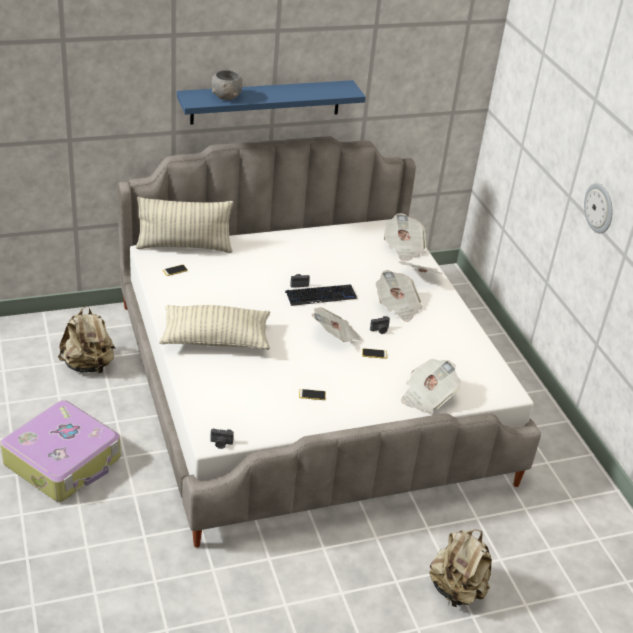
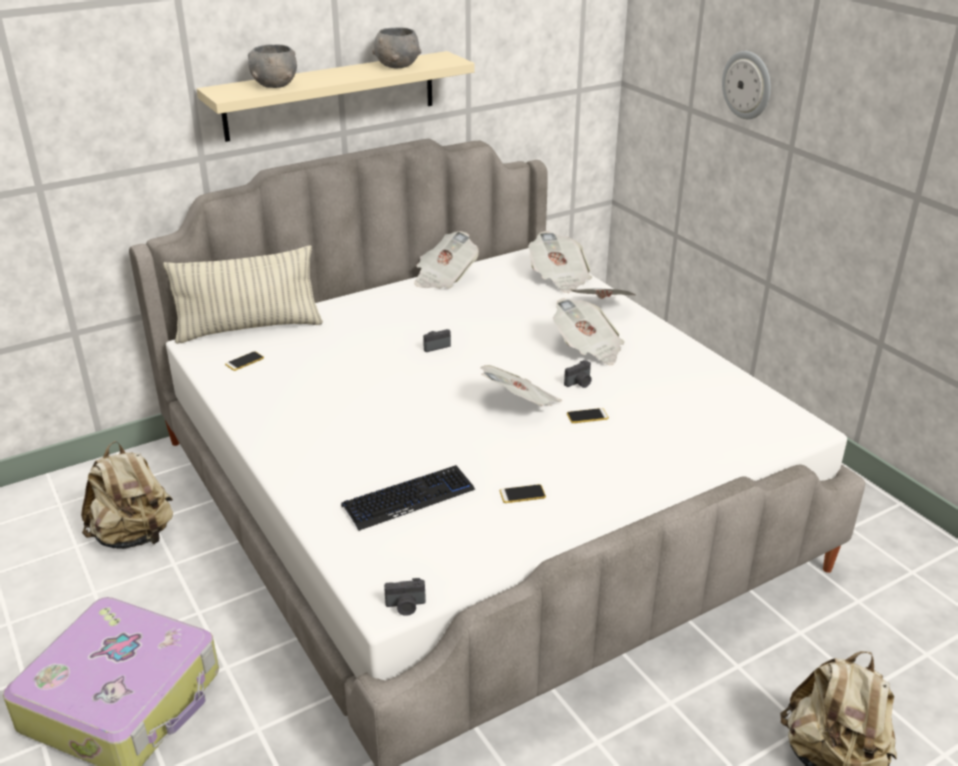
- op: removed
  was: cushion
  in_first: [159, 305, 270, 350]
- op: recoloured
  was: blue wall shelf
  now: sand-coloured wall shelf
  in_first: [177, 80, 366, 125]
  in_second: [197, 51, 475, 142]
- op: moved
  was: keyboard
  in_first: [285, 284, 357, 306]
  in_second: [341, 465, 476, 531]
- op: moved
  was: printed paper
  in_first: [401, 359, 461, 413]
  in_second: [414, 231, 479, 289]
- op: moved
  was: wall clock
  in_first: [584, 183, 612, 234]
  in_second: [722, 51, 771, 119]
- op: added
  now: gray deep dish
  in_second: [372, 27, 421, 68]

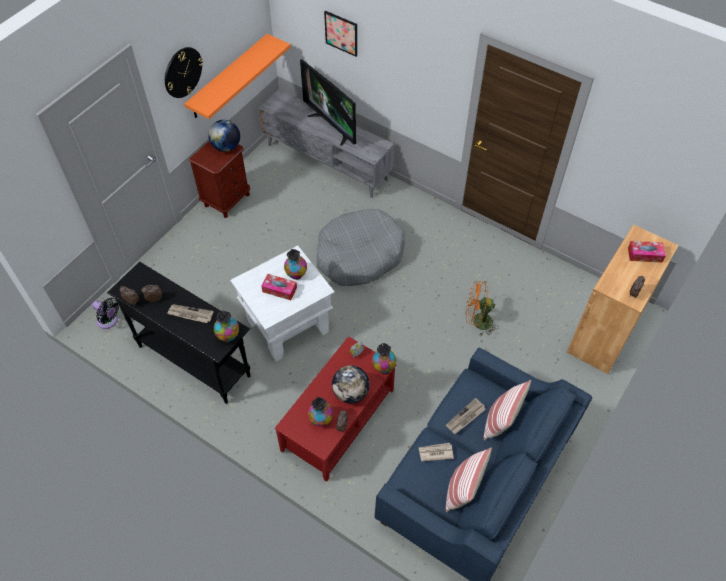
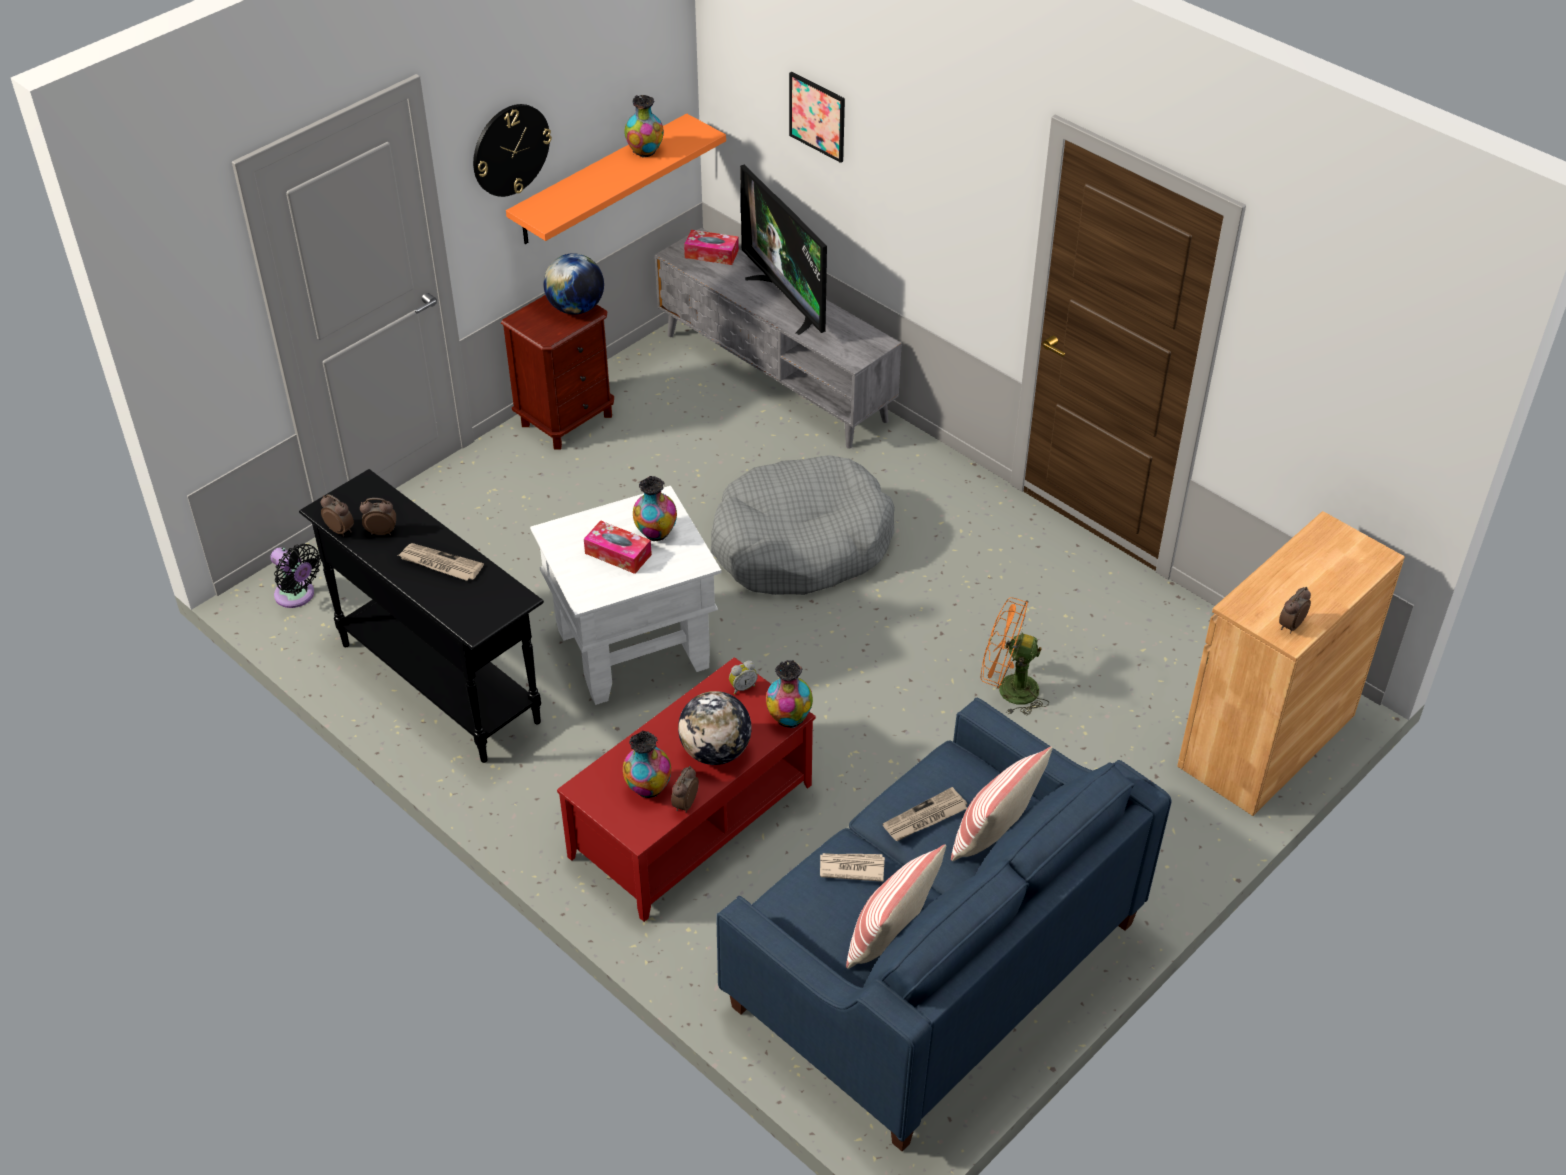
- op: moved
  was: vase
  in_first: [214, 311, 239, 342]
  in_second: [624, 95, 664, 157]
- op: moved
  was: tissue box
  in_first: [628, 241, 666, 263]
  in_second: [684, 230, 739, 265]

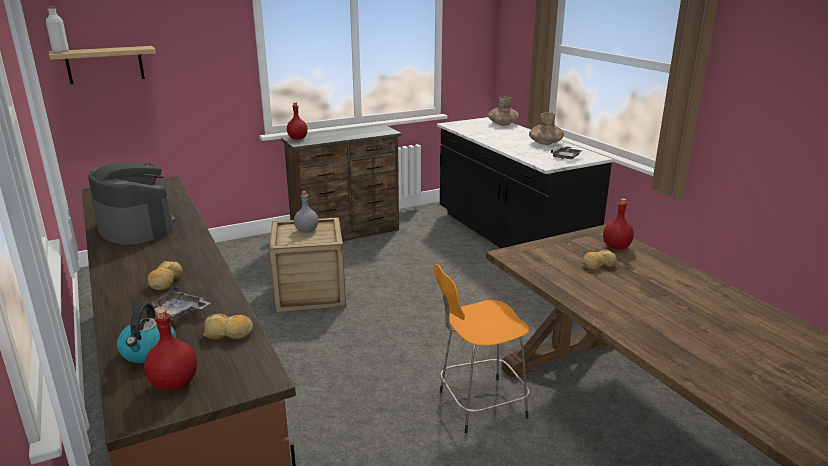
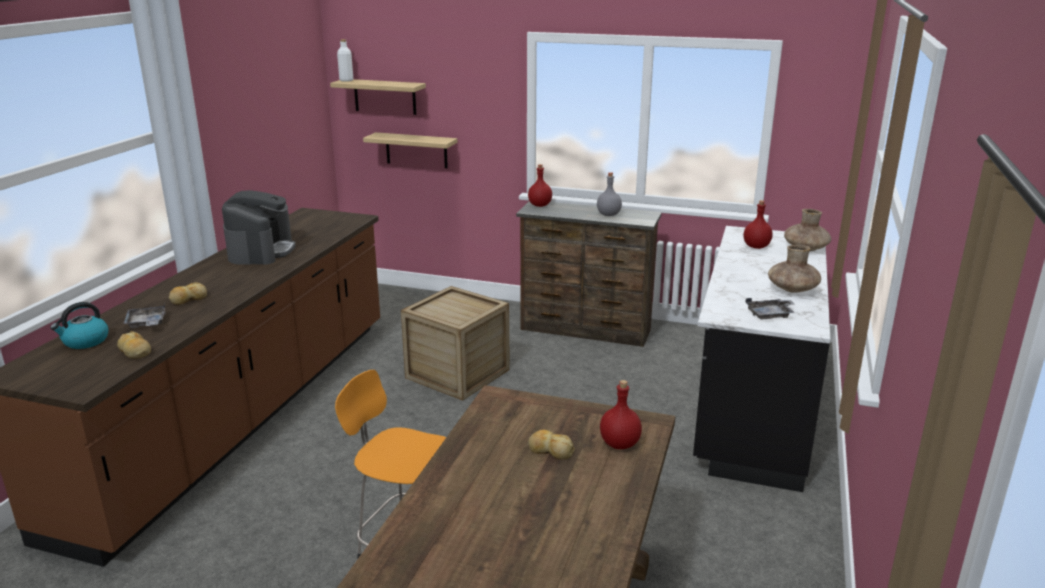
- op: moved
  was: red-coloured drink bottle
  in_first: [144, 309, 197, 391]
  in_second: [743, 200, 773, 249]
- op: moved
  was: gray drink bottle
  in_first: [294, 191, 318, 233]
  in_second: [597, 172, 622, 216]
- op: added
  now: wall shelf
  in_second: [363, 132, 457, 168]

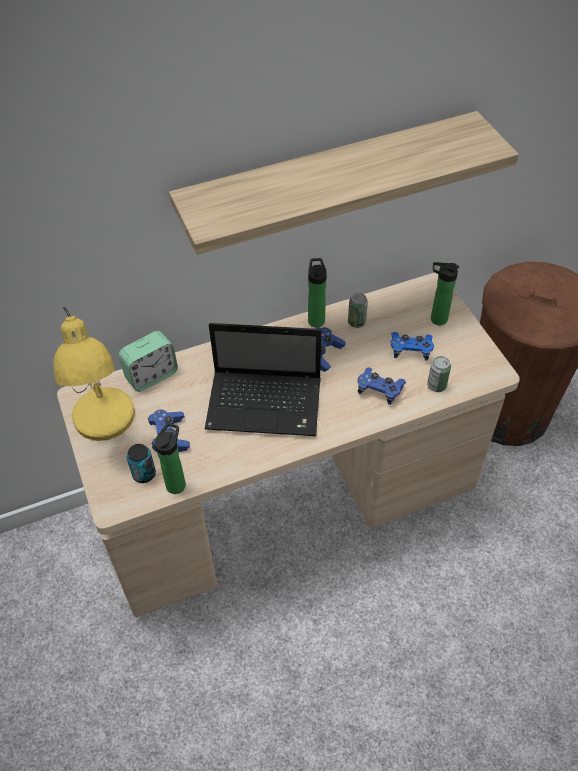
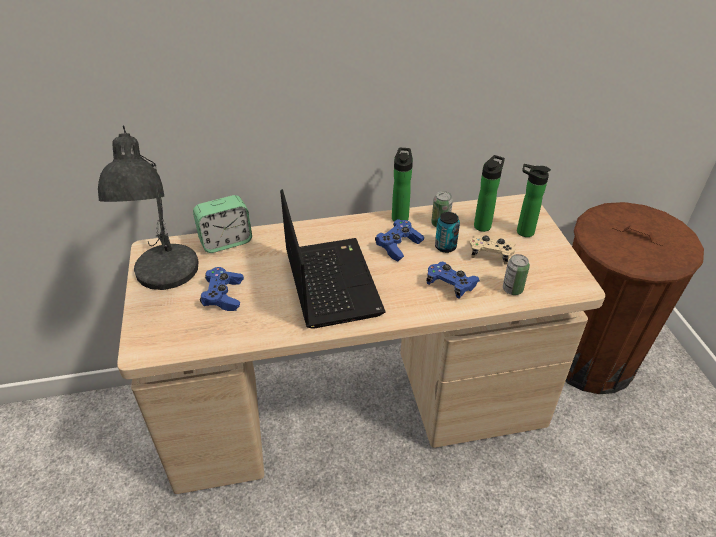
- op: recoloured
  was: yellowish table lamp
  now: gray table lamp
  in_first: [53, 307, 135, 441]
  in_second: [98, 125, 199, 290]
- op: moved
  was: sealed can
  in_first: [127, 444, 156, 483]
  in_second: [435, 212, 460, 253]
- op: moved
  was: drink bottle
  in_first: [155, 423, 186, 494]
  in_second: [474, 155, 505, 232]
- op: removed
  was: wall shelf
  in_first: [169, 111, 519, 255]
- op: turned
  was: portable computer
  in_first: [205, 323, 321, 436]
  in_second: [280, 189, 385, 329]
  clockwise: -120
- op: recoloured
  was: blue game controller
  now: sand-coloured game controller
  in_first: [390, 332, 434, 361]
  in_second: [470, 235, 515, 265]

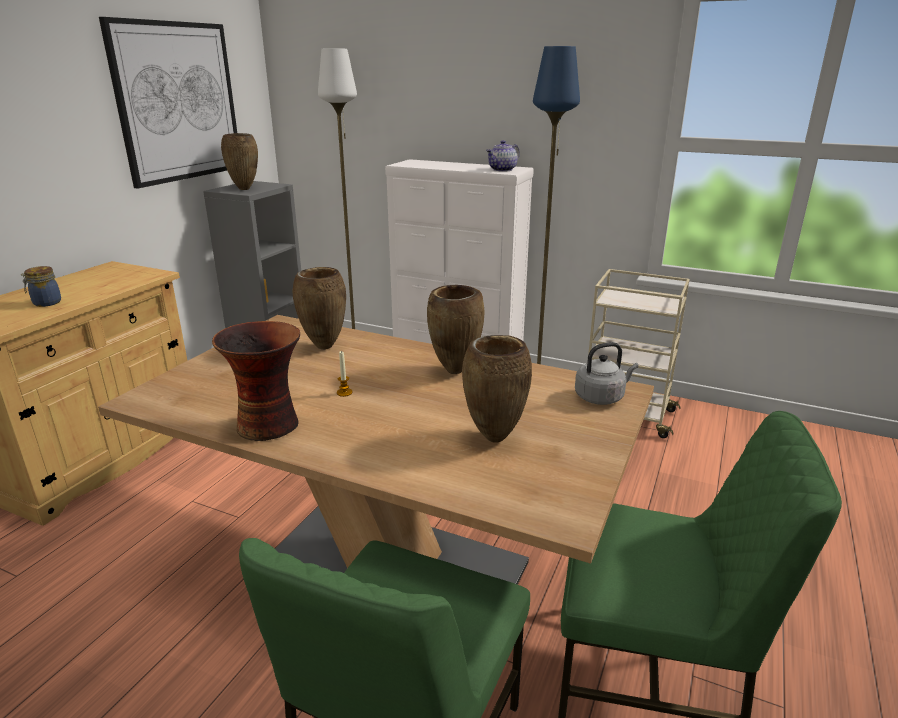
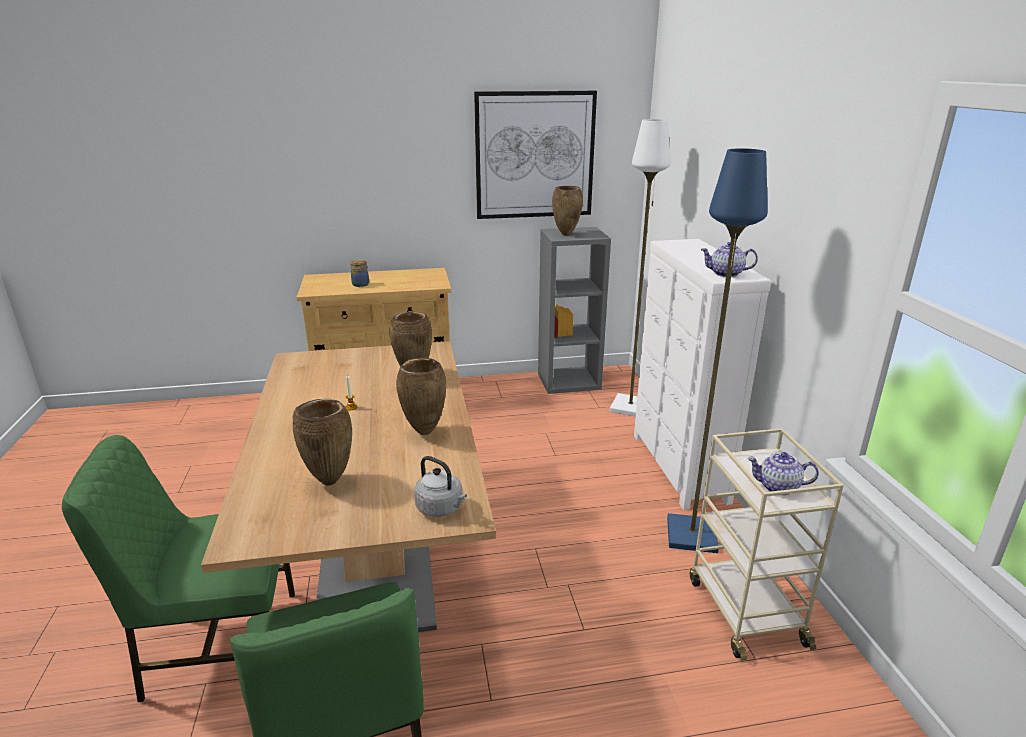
- op: removed
  was: vase
  in_first: [212, 321, 300, 441]
- op: added
  now: teapot
  in_second: [748, 452, 819, 495]

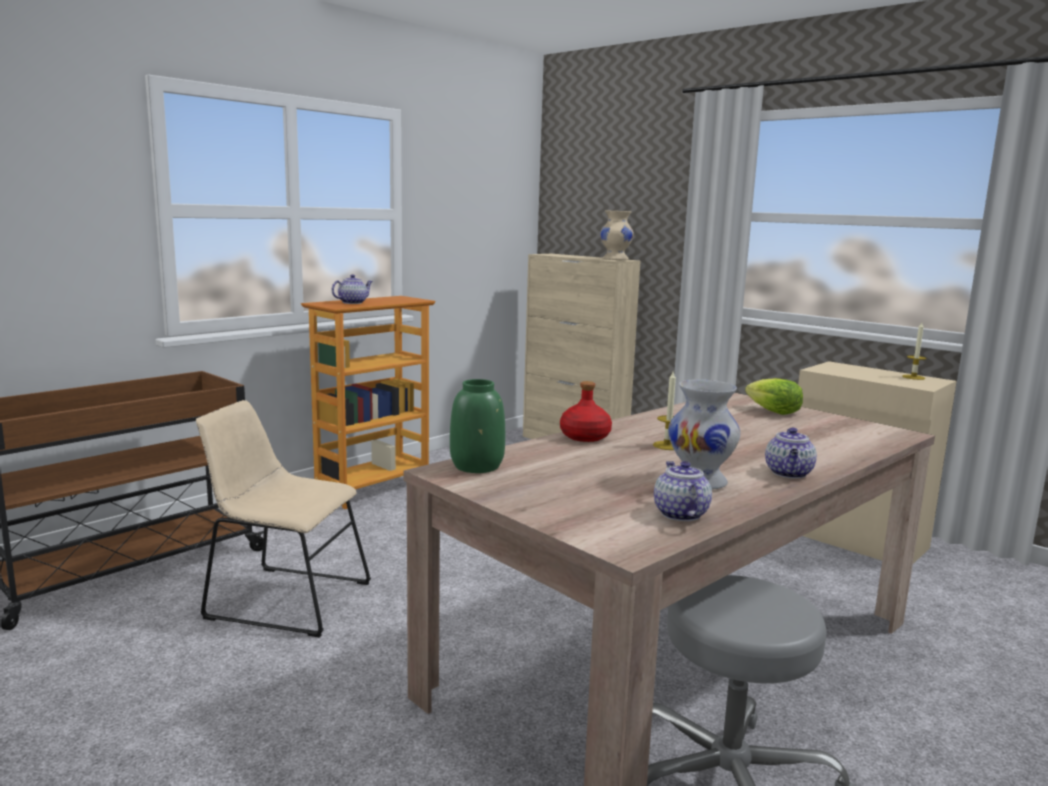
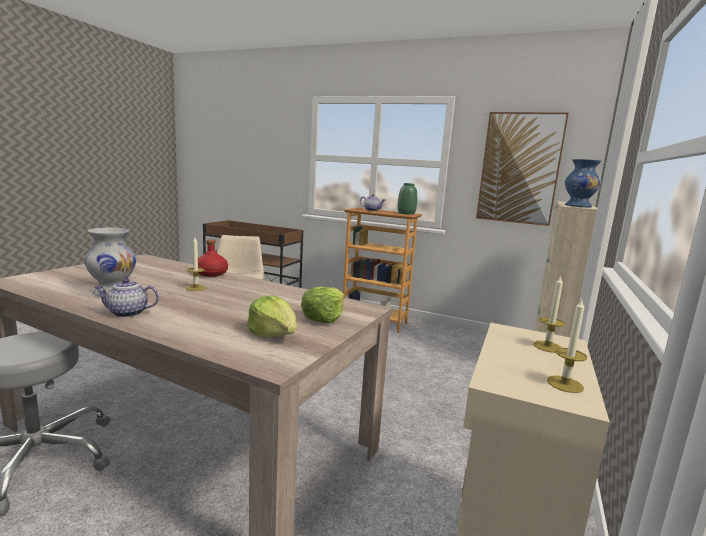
- op: moved
  was: greenish vase
  in_first: [450, 379, 505, 473]
  in_second: [397, 183, 417, 215]
- op: recoloured
  was: sand-coloured vase
  now: blue vase
  in_first: [600, 210, 634, 260]
  in_second: [565, 159, 601, 207]
- op: removed
  was: teapot
  in_first: [654, 461, 712, 521]
- op: added
  now: head of lettuce
  in_second: [247, 296, 297, 338]
- op: added
  now: picture
  in_second: [476, 112, 569, 226]
- op: added
  now: wax candle
  in_second: [533, 276, 566, 353]

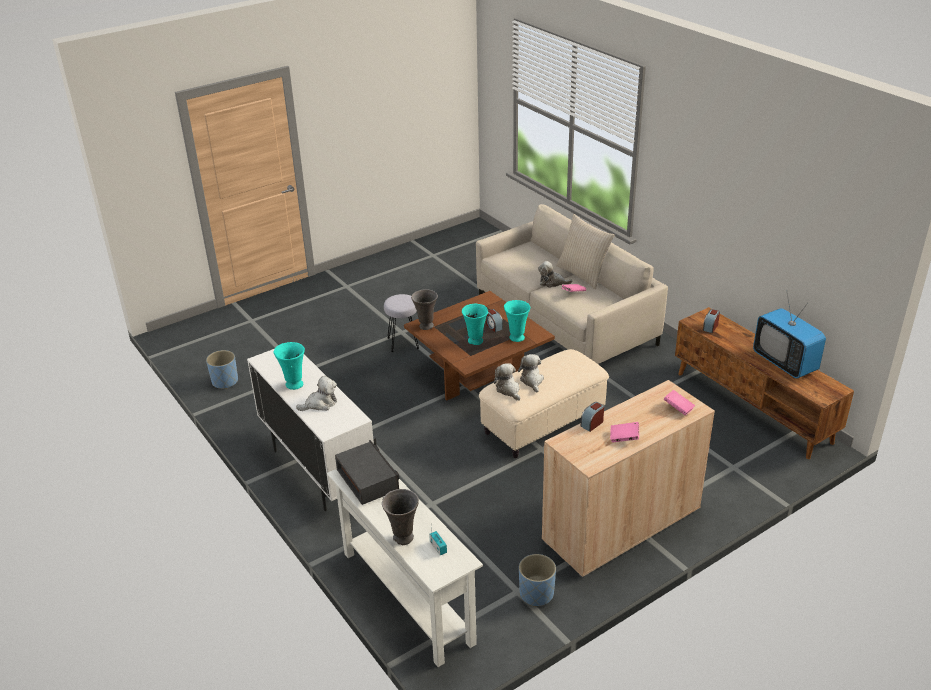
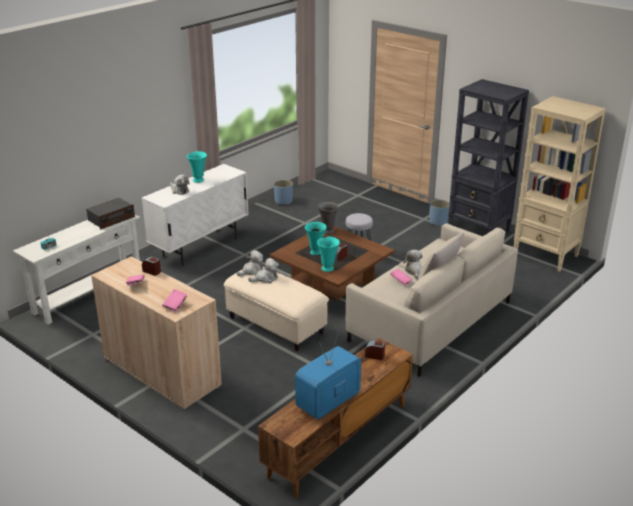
- op: removed
  was: gray vase
  in_first: [382, 489, 419, 545]
- op: moved
  was: blue plant pot
  in_first: [519, 554, 556, 607]
  in_second: [429, 199, 450, 226]
- op: added
  now: black-coloured bookcase
  in_second: [448, 79, 529, 233]
- op: added
  now: sand-coloured bookcase
  in_second: [514, 96, 606, 272]

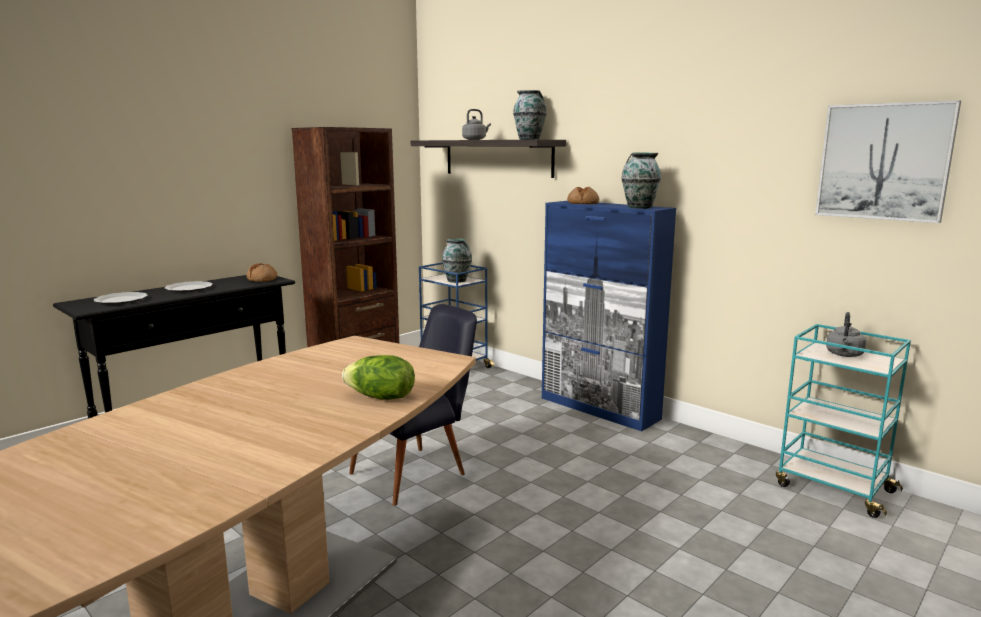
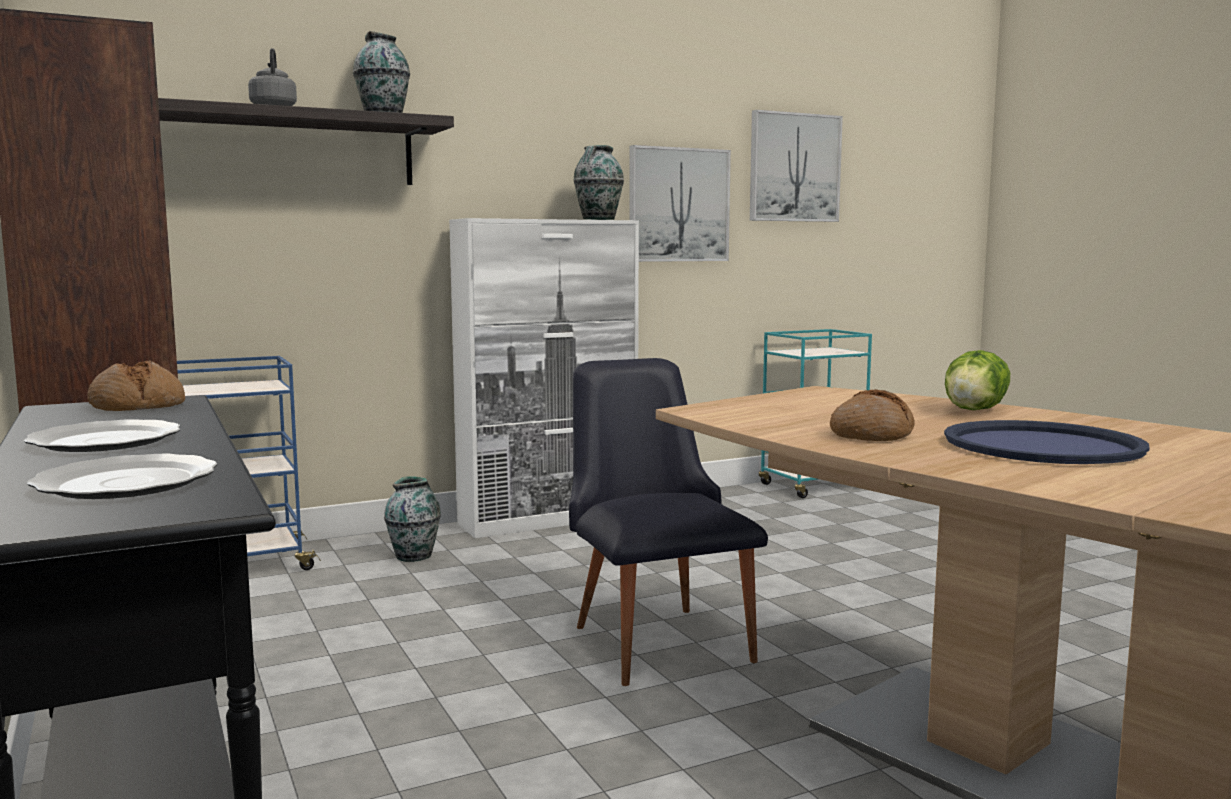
- op: moved
  was: vase
  in_first: [442, 239, 472, 283]
  in_second: [384, 476, 441, 562]
- op: recoloured
  was: blue storage cabinet
  now: white storage cabinet
  in_first: [542, 201, 676, 431]
  in_second: [449, 218, 639, 538]
- op: moved
  was: baked bread
  in_first: [567, 187, 599, 204]
  in_second: [830, 389, 915, 441]
- op: removed
  was: gray tea kettle
  in_first: [826, 312, 866, 357]
- op: added
  now: picture
  in_second: [629, 145, 731, 262]
- op: added
  now: blue carrying tray
  in_second: [944, 420, 1150, 464]

